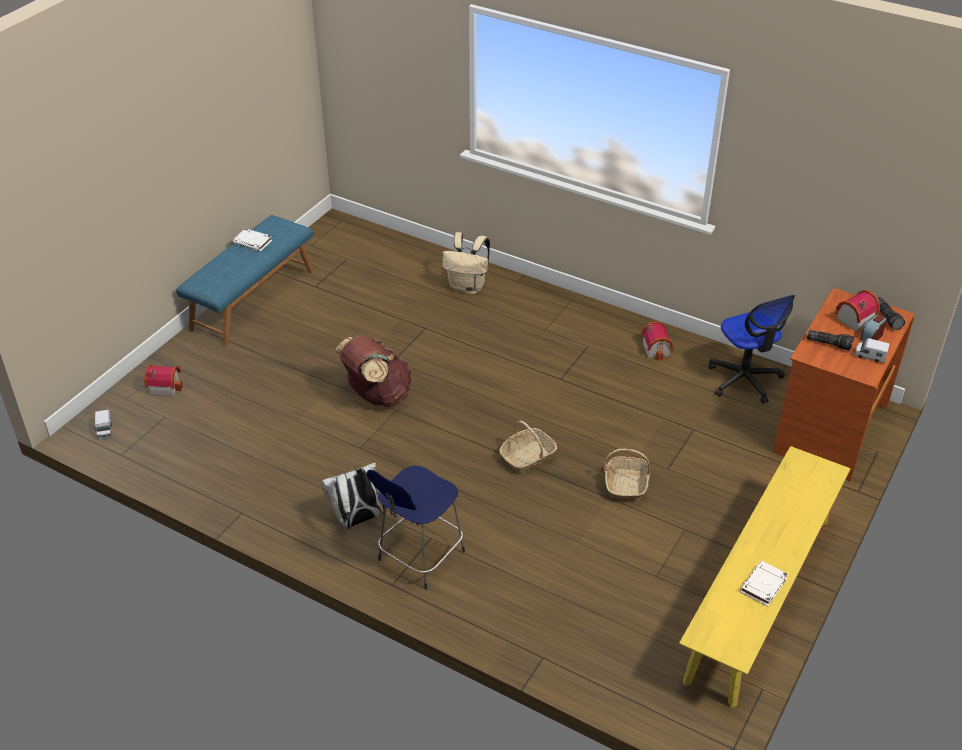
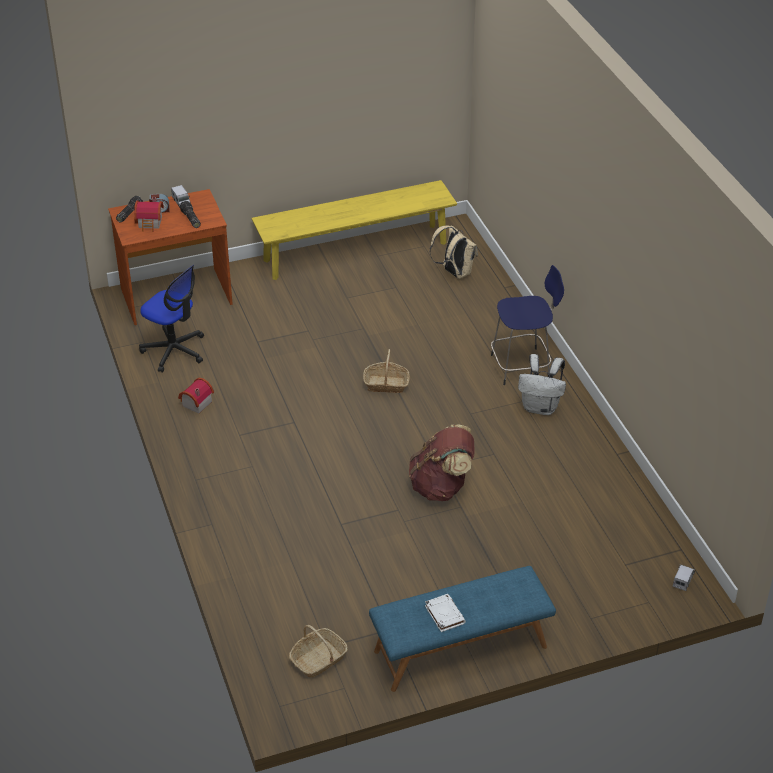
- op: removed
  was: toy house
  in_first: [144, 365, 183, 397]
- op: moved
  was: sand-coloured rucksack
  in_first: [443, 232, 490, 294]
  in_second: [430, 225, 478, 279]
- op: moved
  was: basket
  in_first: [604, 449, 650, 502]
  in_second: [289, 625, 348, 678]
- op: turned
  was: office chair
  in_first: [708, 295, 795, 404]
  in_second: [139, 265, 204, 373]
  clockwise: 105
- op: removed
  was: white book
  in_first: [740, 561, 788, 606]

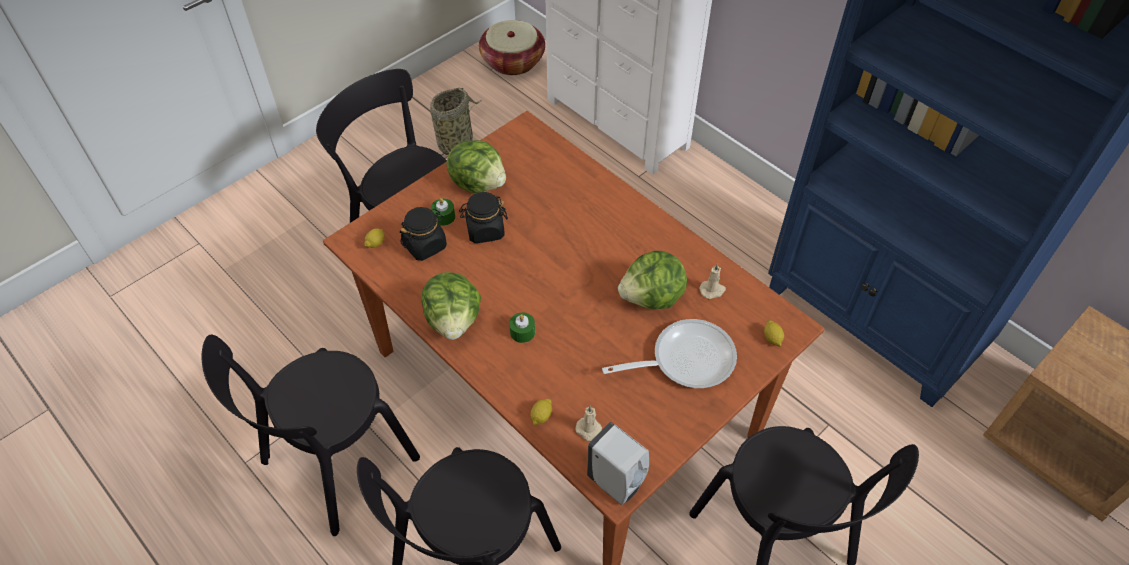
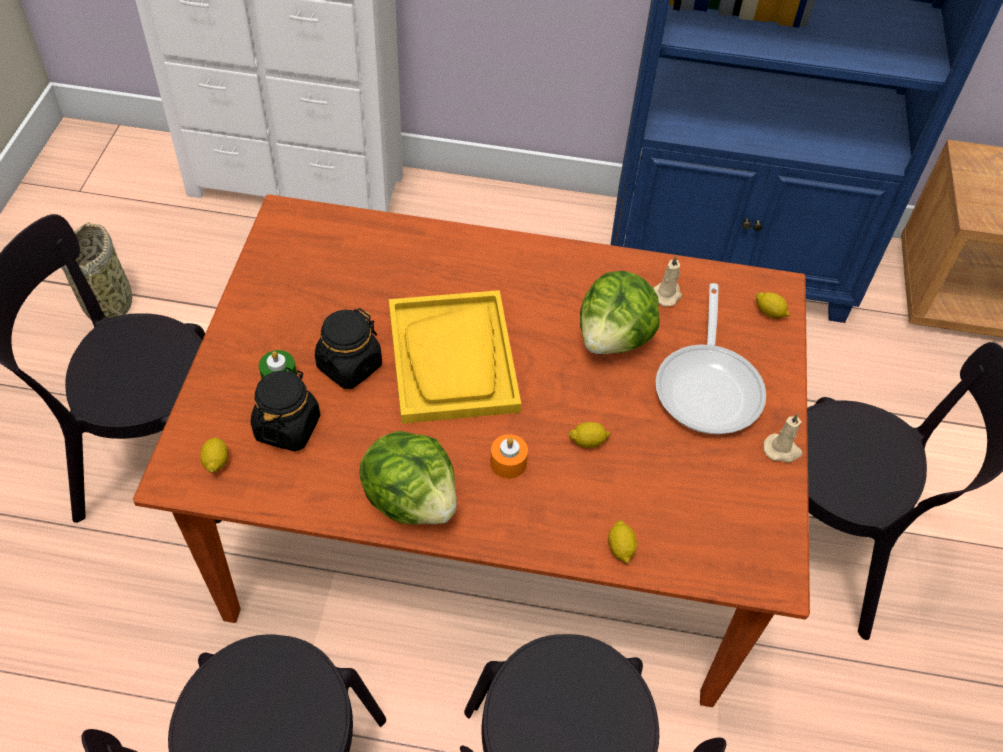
- op: removed
  was: head of lettuce
  in_first: [447, 140, 506, 193]
- op: removed
  was: basket
  in_first: [479, 20, 545, 75]
- op: recoloured
  was: greenish wax candle
  now: orange wax candle
  in_first: [509, 312, 535, 343]
  in_second: [490, 434, 528, 479]
- op: moved
  was: sand-coloured wax candle
  in_first: [575, 406, 602, 441]
  in_second: [764, 413, 803, 463]
- op: removed
  was: white soap bottle
  in_first: [587, 422, 649, 505]
- op: turned
  was: frying pan
  in_first: [602, 319, 737, 388]
  in_second: [656, 283, 766, 434]
  clockwise: 150
- op: added
  now: yellowish carrying tray
  in_second: [389, 290, 521, 424]
- op: added
  now: citrus fruit
  in_second: [568, 422, 611, 448]

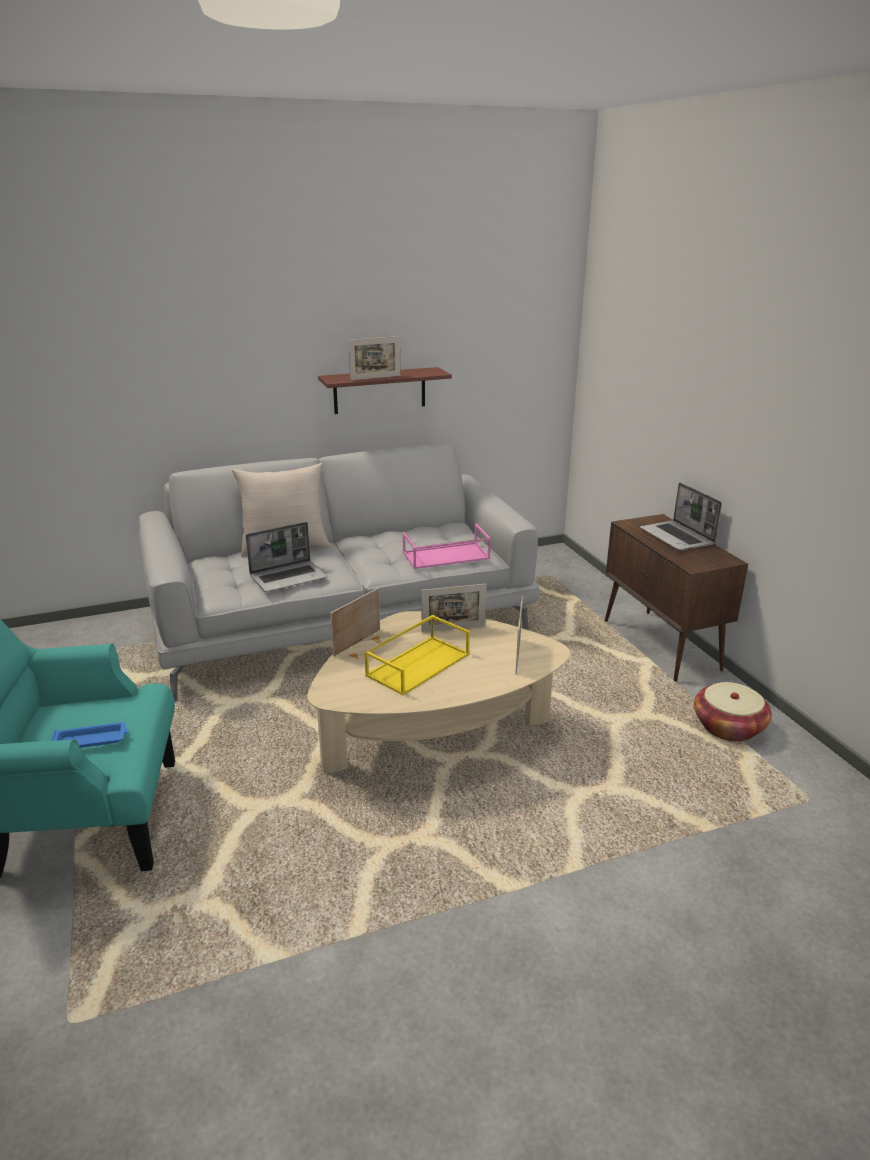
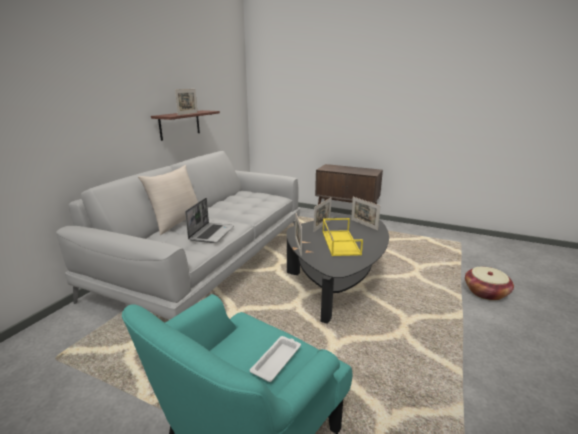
- op: recoloured
  was: blue carrying tray
  now: white carrying tray
  in_first: [51, 722, 129, 748]
  in_second: [249, 336, 301, 382]
- op: recoloured
  was: sand-coloured low table
  now: black-coloured low table
  in_first: [307, 611, 570, 774]
  in_second: [287, 216, 389, 324]
- op: removed
  was: pink carrying tray
  in_first: [403, 524, 491, 569]
- op: removed
  was: portable computer
  in_first: [640, 483, 722, 551]
- op: moved
  was: basket
  in_first: [694, 682, 772, 742]
  in_second: [465, 267, 514, 301]

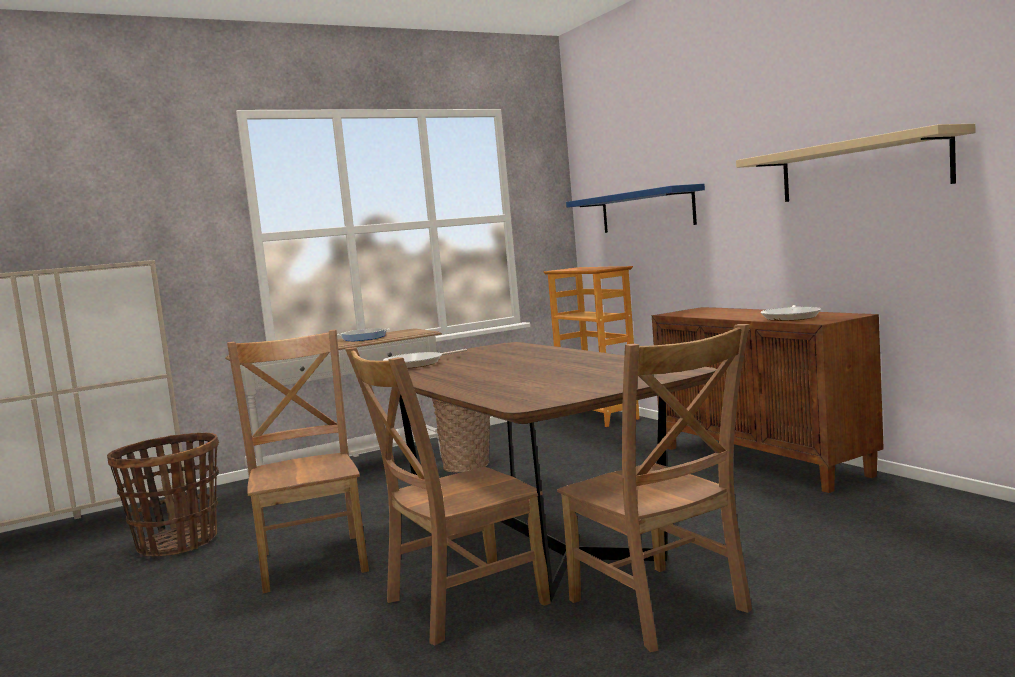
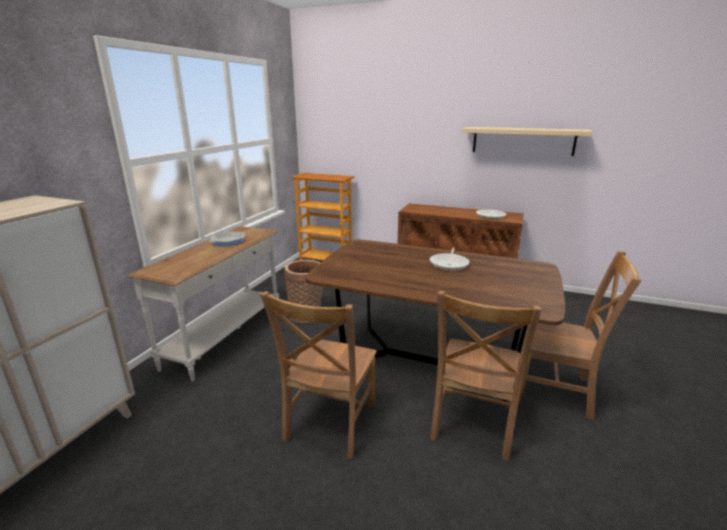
- op: removed
  was: basket
  in_first: [107, 433, 219, 556]
- op: turned
  was: brownish upright chair
  in_first: [227, 329, 369, 593]
  in_second: [260, 291, 377, 459]
  clockwise: -105
- op: moved
  was: frying pan
  in_first: [383, 349, 467, 369]
  in_second: [430, 248, 470, 271]
- op: removed
  was: blue wall shelf
  in_first: [566, 184, 705, 233]

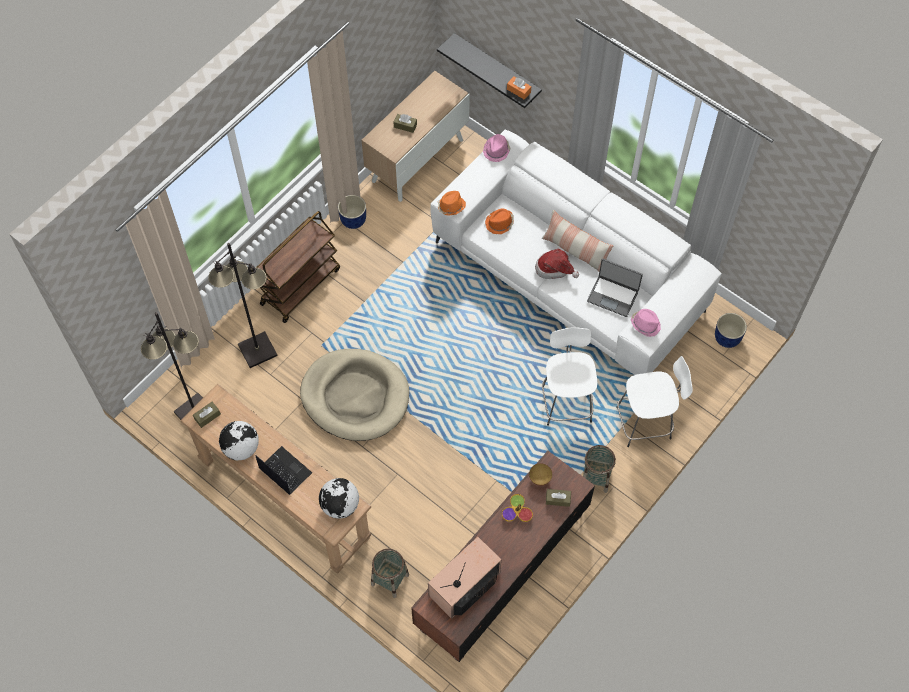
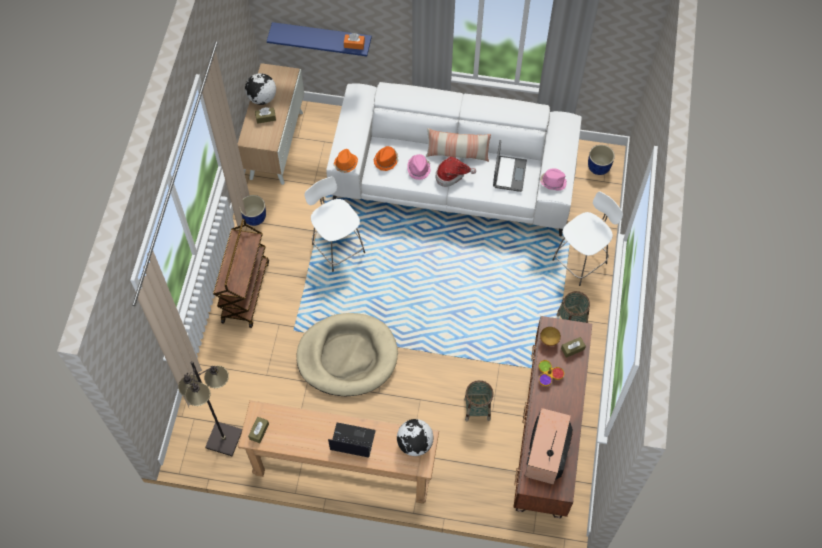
- op: removed
  was: black-coloured floor lamp
  in_first: [208, 243, 277, 368]
- op: moved
  was: globe
  in_first: [219, 421, 259, 460]
  in_second: [245, 73, 276, 105]
- op: moved
  was: basket
  in_first: [371, 549, 409, 598]
  in_second: [464, 380, 494, 421]
- op: recoloured
  was: black-coloured wall shelf
  now: blue wall shelf
  in_first: [437, 33, 542, 108]
  in_second: [267, 22, 372, 56]
- op: moved
  was: pink wearable hat
  in_first: [483, 134, 511, 162]
  in_second: [407, 154, 431, 180]
- op: moved
  was: white stool
  in_first: [542, 327, 598, 426]
  in_second: [304, 177, 365, 272]
- op: turned
  was: portable computer
  in_first: [587, 259, 643, 317]
  in_second: [493, 140, 527, 192]
  clockwise: -75

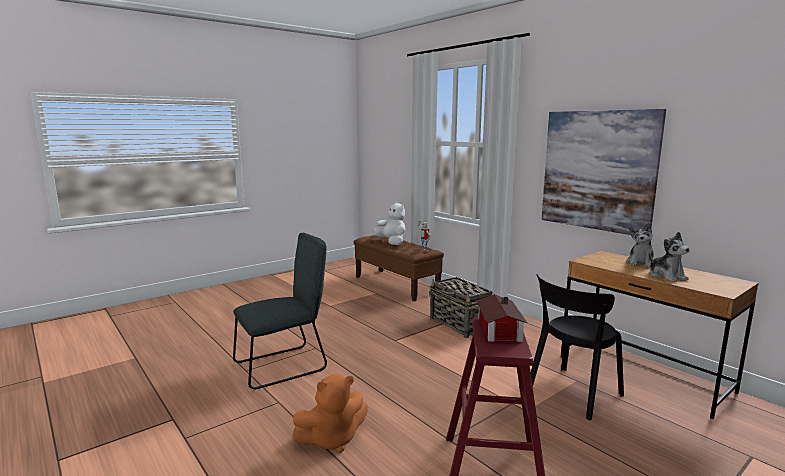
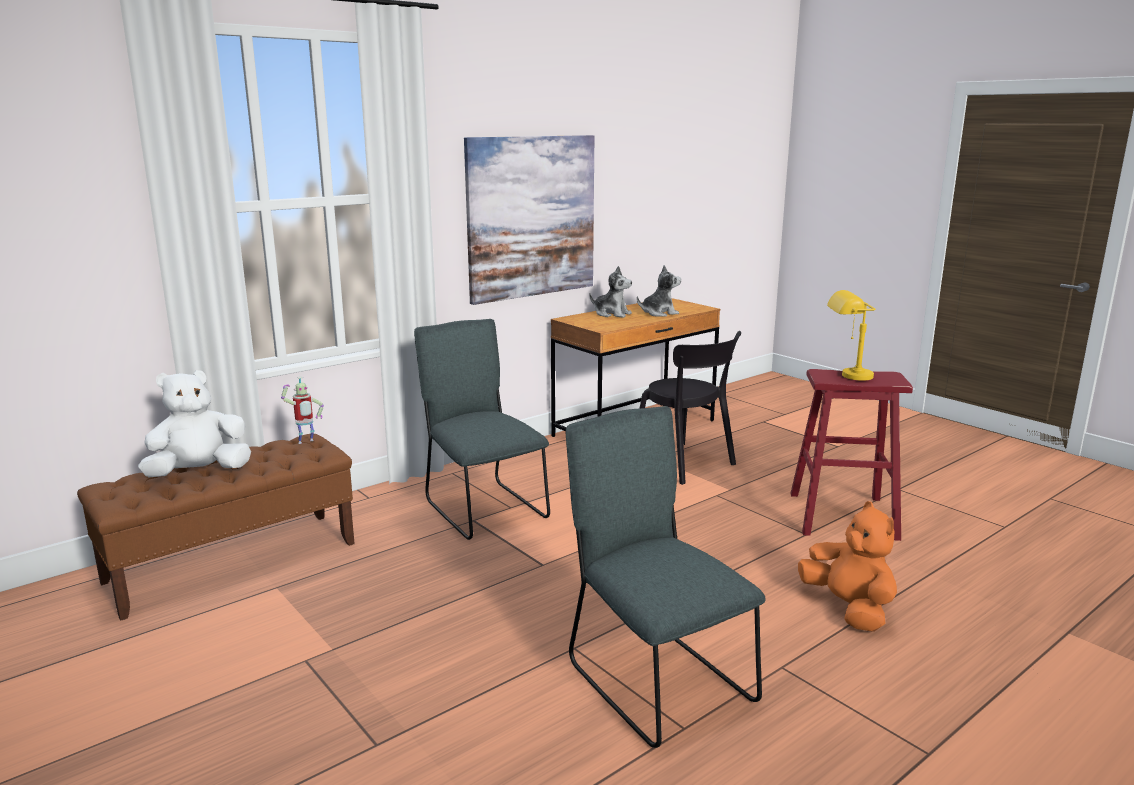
- op: replaced
  was: basket
  now: gray upright chair
  in_first: [429, 277, 493, 338]
  in_second: [414, 319, 550, 540]
- op: replaced
  was: toy house
  now: yellowish table lamp
  in_first: [476, 294, 527, 342]
  in_second: [827, 290, 875, 381]

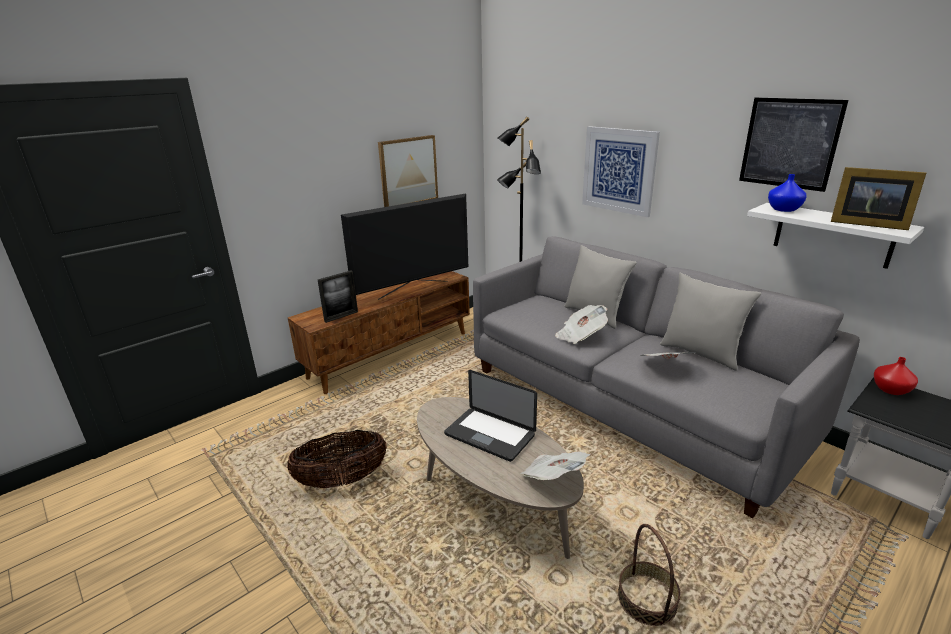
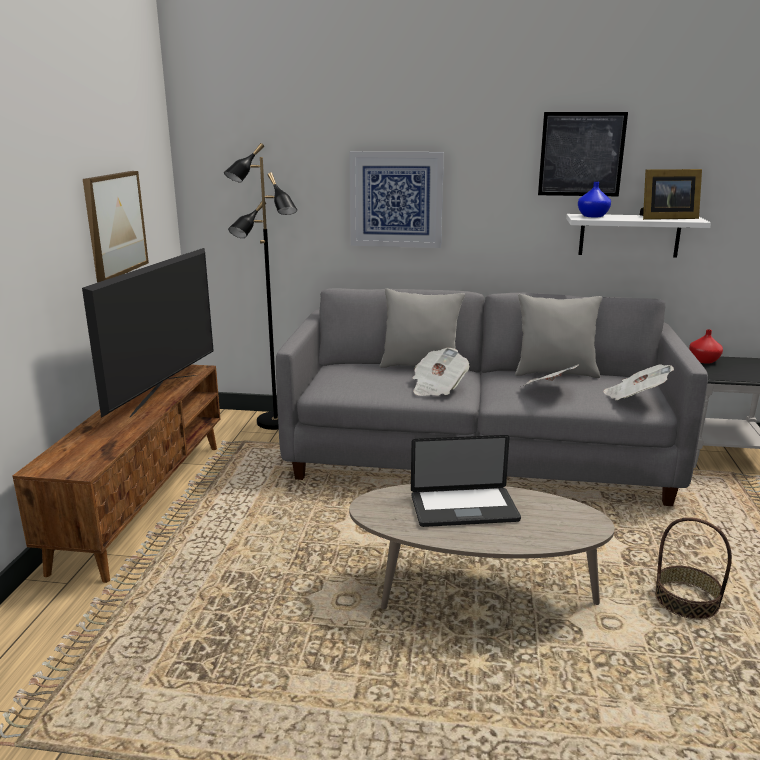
- op: removed
  was: basket
  in_first: [287, 430, 387, 488]
- op: removed
  was: photo frame
  in_first: [318, 270, 358, 323]
- op: moved
  was: printed paper
  in_first: [520, 451, 590, 480]
  in_second: [603, 364, 674, 400]

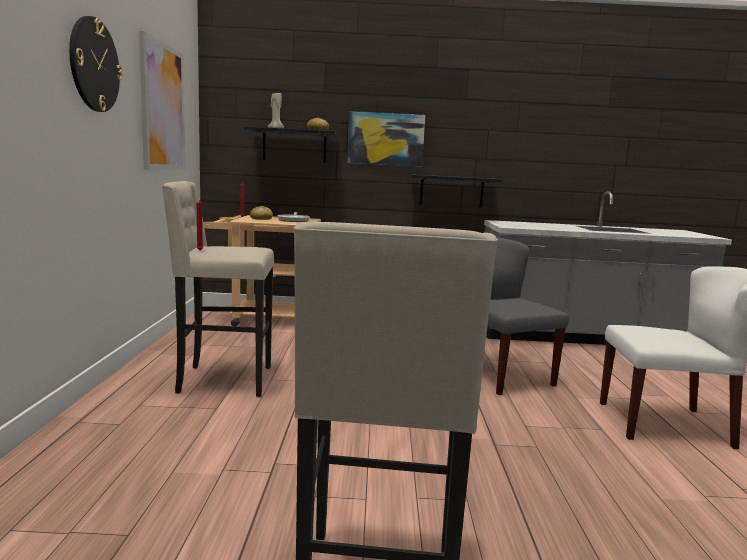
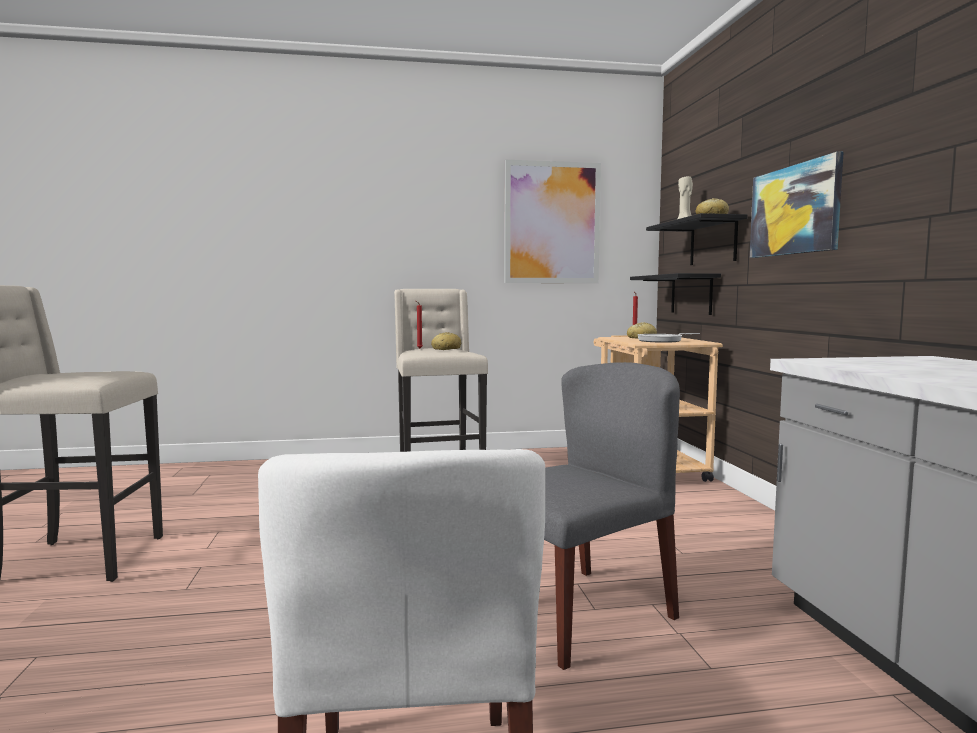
- op: removed
  was: wall clock
  in_first: [69, 16, 122, 112]
- op: moved
  was: black-coloured wall shelf
  in_first: [410, 174, 502, 208]
  in_second: [630, 273, 721, 315]
- op: added
  now: baked bread
  in_second: [431, 332, 461, 350]

